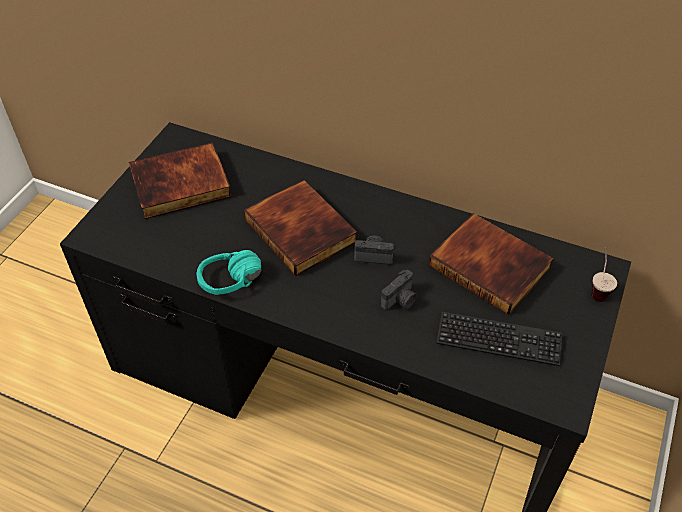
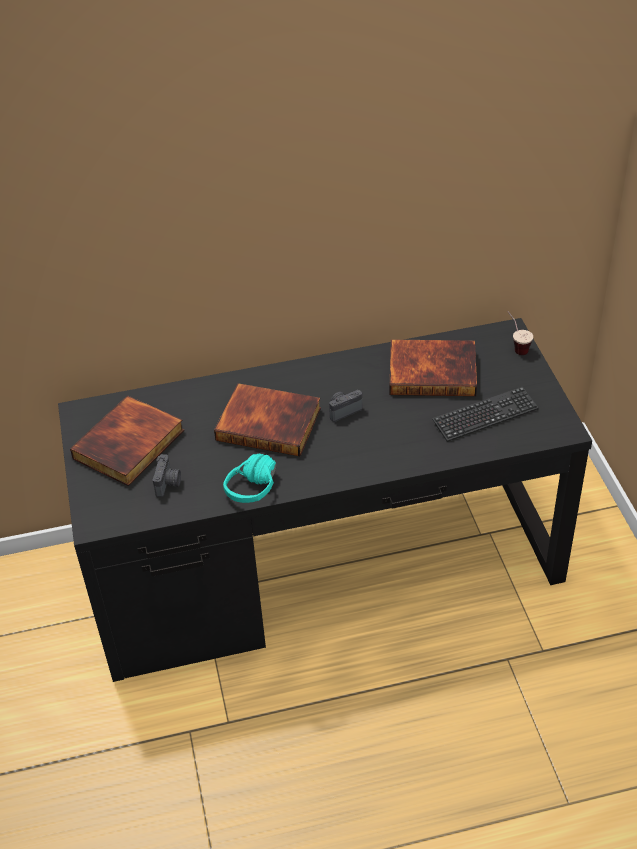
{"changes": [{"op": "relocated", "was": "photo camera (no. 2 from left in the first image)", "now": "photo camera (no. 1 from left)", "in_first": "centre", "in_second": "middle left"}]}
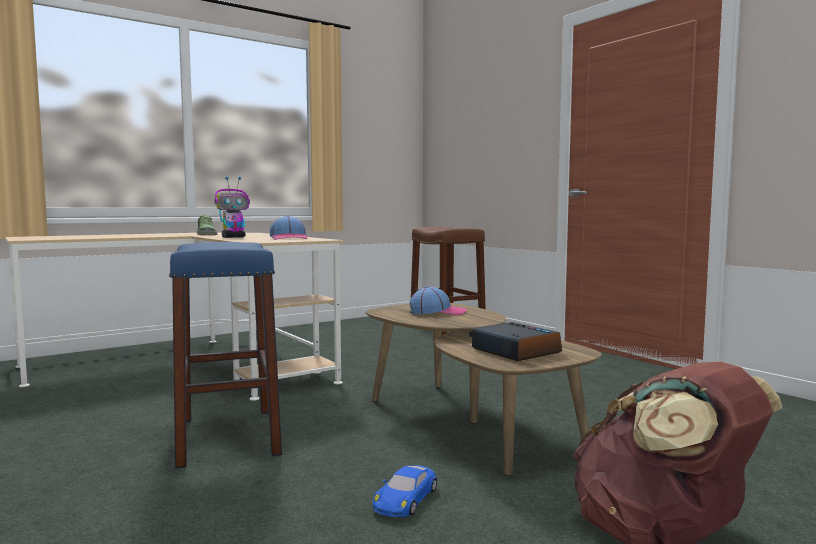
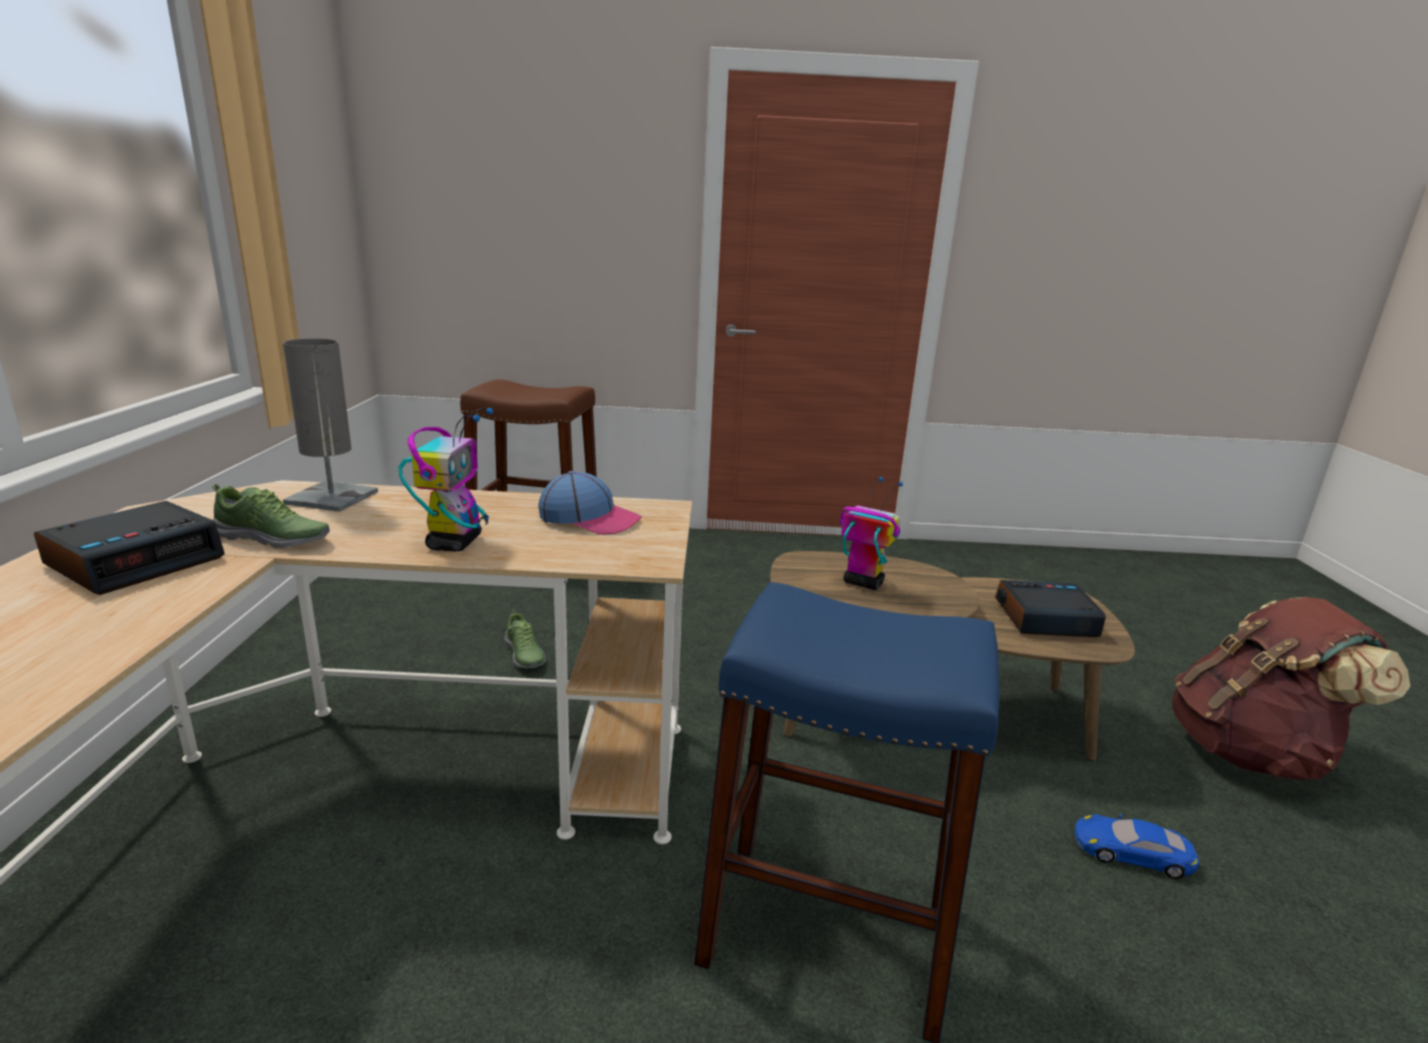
{"changes": [{"op": "spun", "was": "bluish miniature car", "in_first": "bottom centre", "in_second": "bottom right", "clockwise": 135}, {"op": "exchanged", "was": "baseball cap (no. 2 from left)", "now": "toy robot (no. 2 from left)", "in_first": "centre", "in_second": "centre"}, {"op": "appeared", "now": "bedside clock (no. 1 from left)", "in_second": "middle left"}, {"op": "appeared", "now": "greyish lamp for a table", "in_second": "middle left"}, {"op": "appeared", "now": "item of footwear (no. 2 from left)", "in_second": "centre"}]}
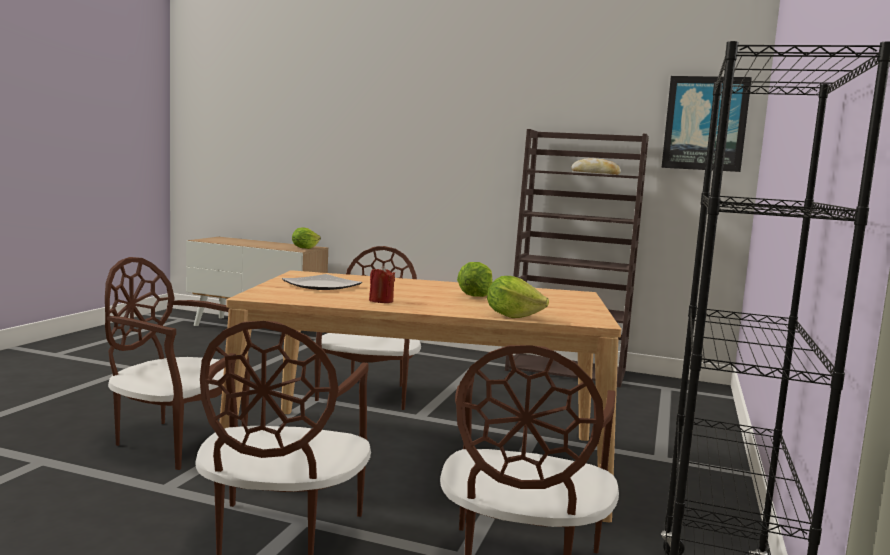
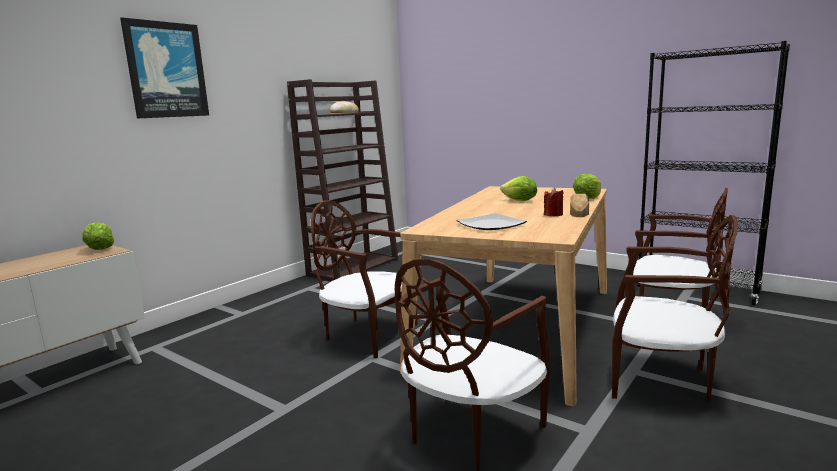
{"changes": [{"op": "relocated", "was": "wall art", "in_first": "top right", "in_second": "top left"}, {"op": "appeared", "now": "baked bread (no. 2 from left)", "in_second": "middle right"}]}
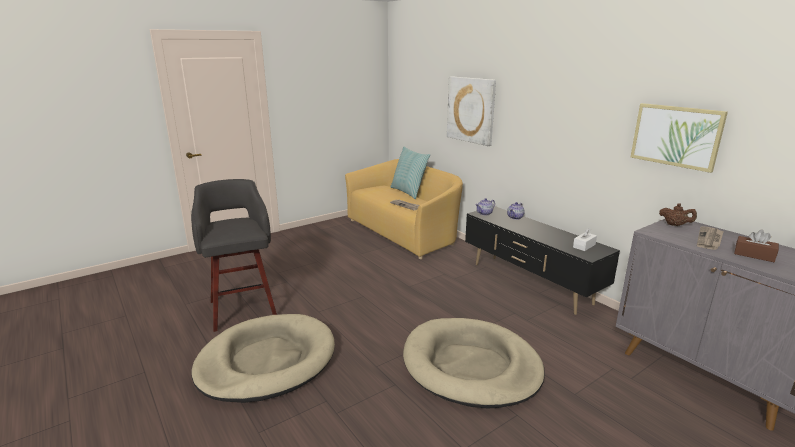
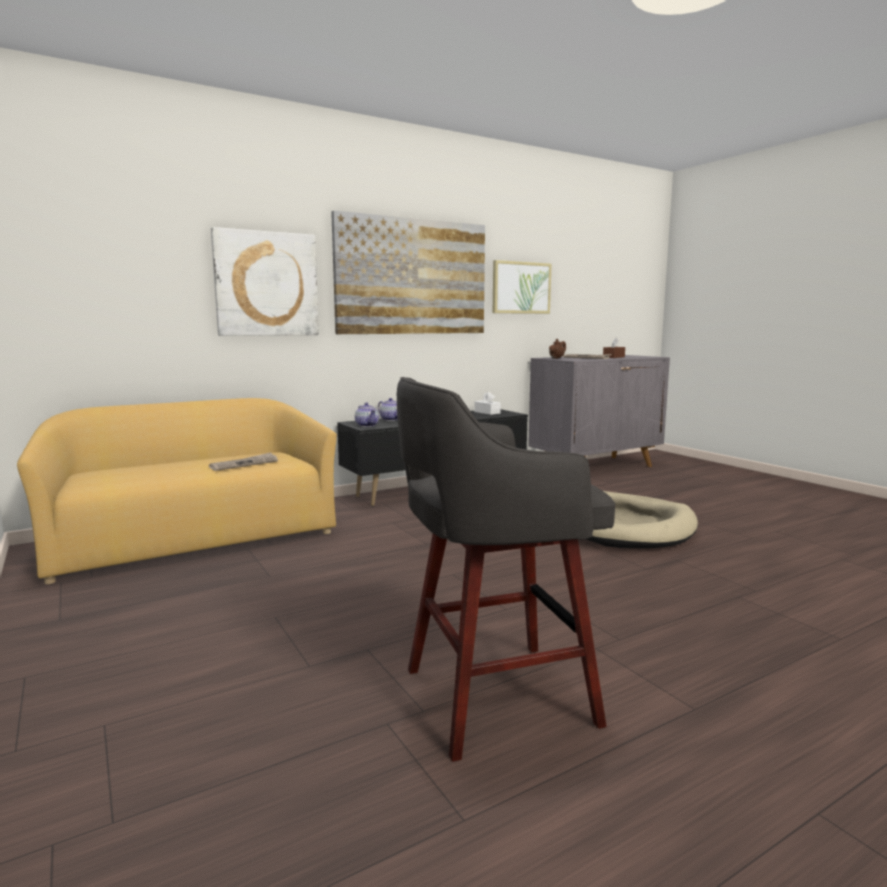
{"changes": [{"op": "missing", "was": "sand-coloured dog bed (no. 1 from left)", "in_first": "bottom left"}, {"op": "missing", "was": "cushion", "in_first": "centre"}, {"op": "appeared", "now": "wall art (no. 2 from left)", "in_second": "top centre"}]}
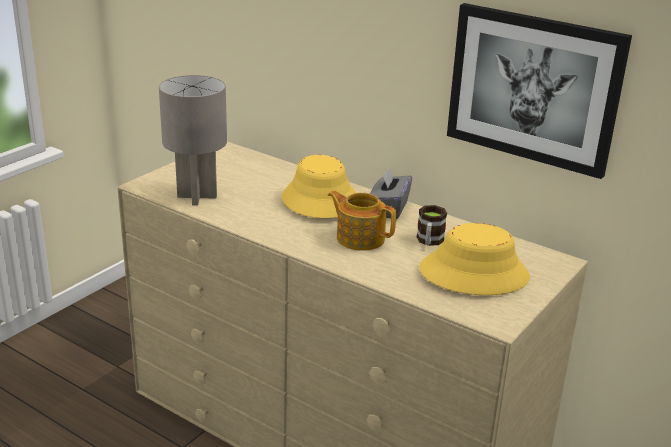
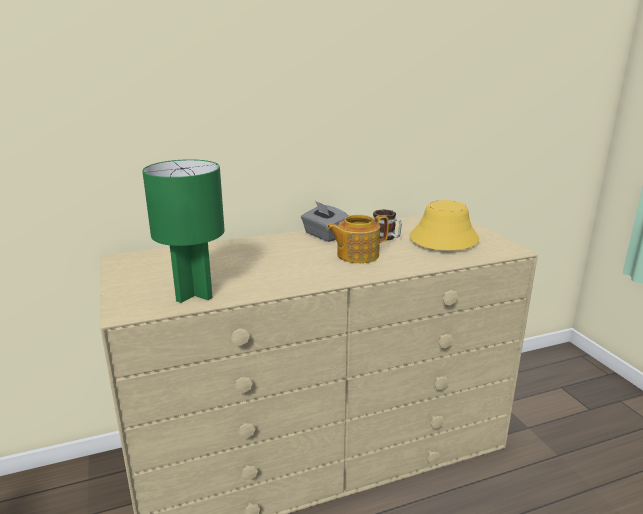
{"changes": [{"op": "colour", "was": "greyish lamp for a table", "now": "green-coloured lamp for a table", "in_first": "top left", "in_second": "middle left"}, {"op": "missing", "was": "yellow-coloured wearable hat (no. 1 from left)", "in_first": "centre"}, {"op": "missing", "was": "wall art", "in_first": "top right"}]}
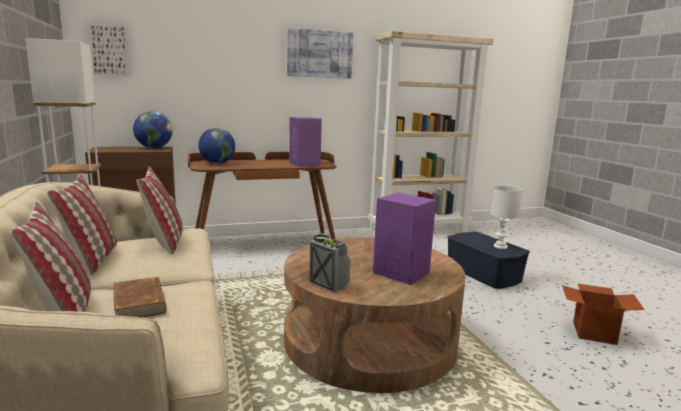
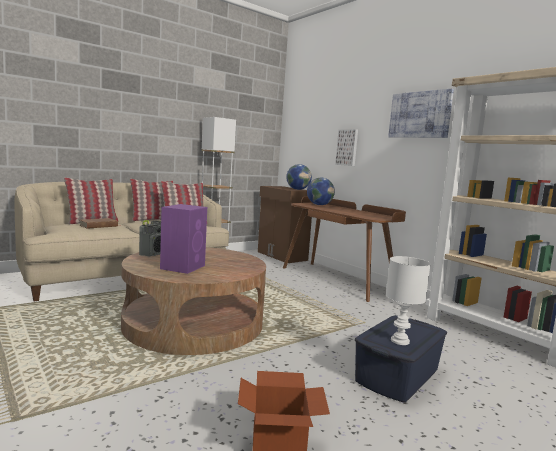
{"changes": [{"op": "relocated", "was": "wall art (no. 1 from left)", "in_first": "top left", "in_second": "top centre"}, {"op": "missing", "was": "purple speaker (no. 1 from left)", "in_first": "centre"}]}
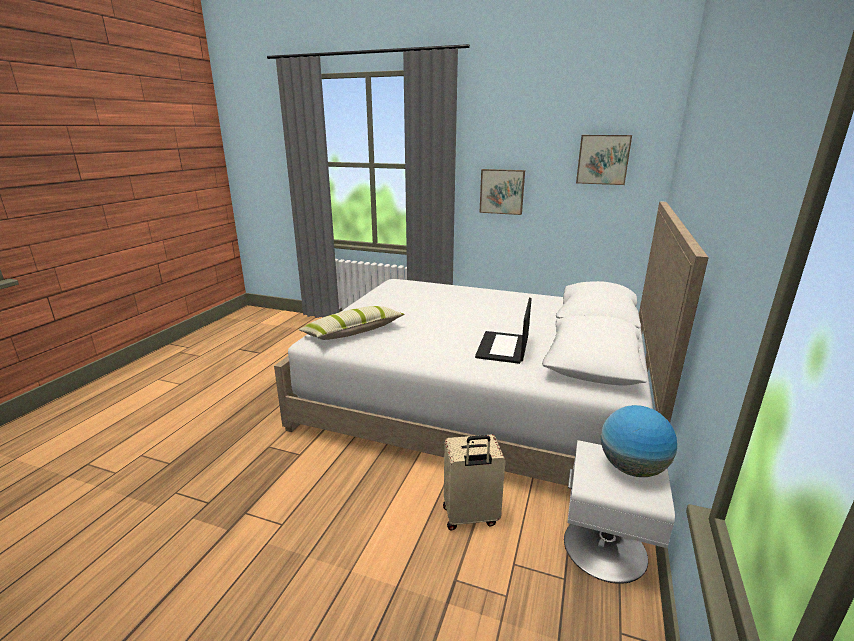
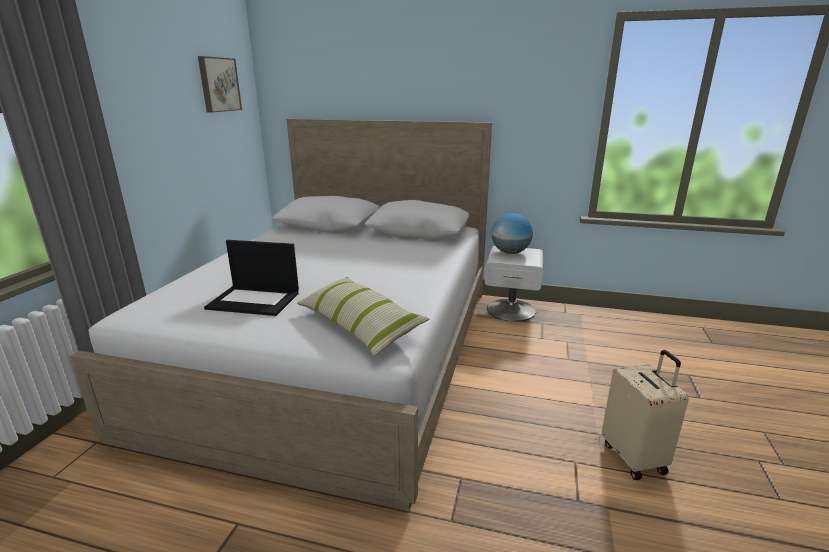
{"changes": [{"op": "relocated", "was": "sand-coloured suitcase", "in_first": "bottom centre", "in_second": "bottom right"}, {"op": "relocated", "was": "notebook computer", "in_first": "centre", "in_second": "middle left"}, {"op": "missing", "was": "wall art (no. 1 from left)", "in_first": "top centre"}]}
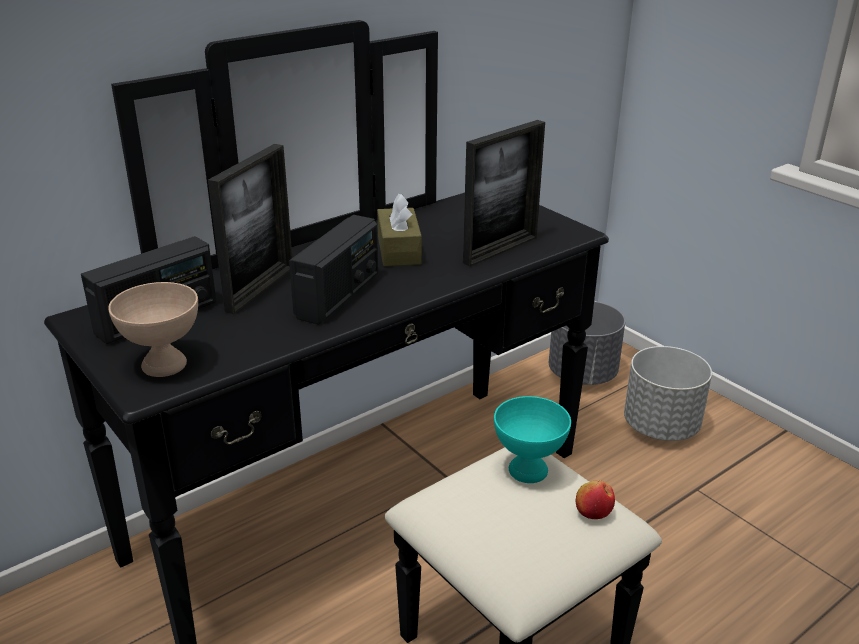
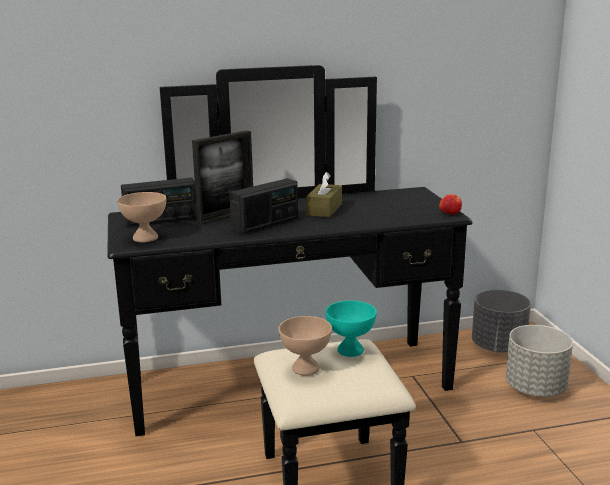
{"changes": [{"op": "missing", "was": "standing frame (no. 2 from left)", "in_first": "top centre"}, {"op": "relocated", "was": "apple fruit", "in_first": "bottom right", "in_second": "middle right"}, {"op": "appeared", "now": "sand-coloured bowl (no. 2 from left)", "in_second": "bottom centre"}]}
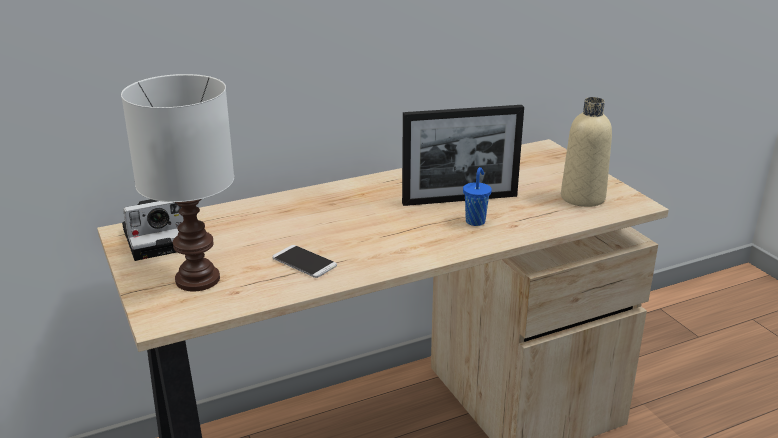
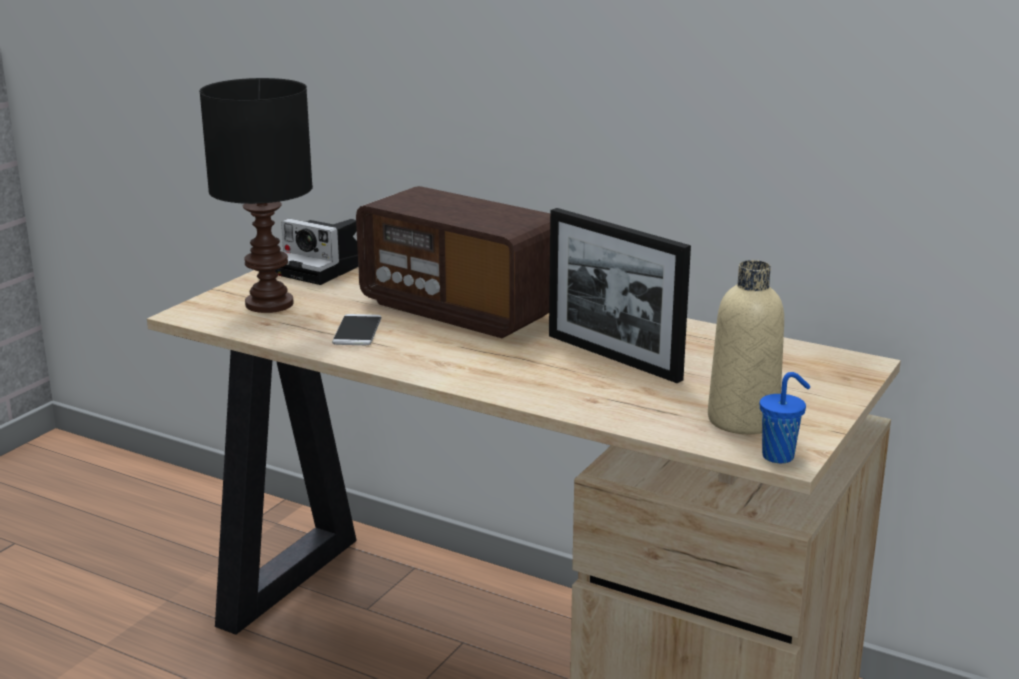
{"changes": [{"op": "colour", "was": "whitish lamp for a table", "now": "blackish lamp for a table", "in_first": "middle left", "in_second": "top left"}, {"op": "relocated", "was": "bluish cup", "in_first": "centre", "in_second": "middle right"}, {"op": "appeared", "now": "radio set", "in_second": "centre"}]}
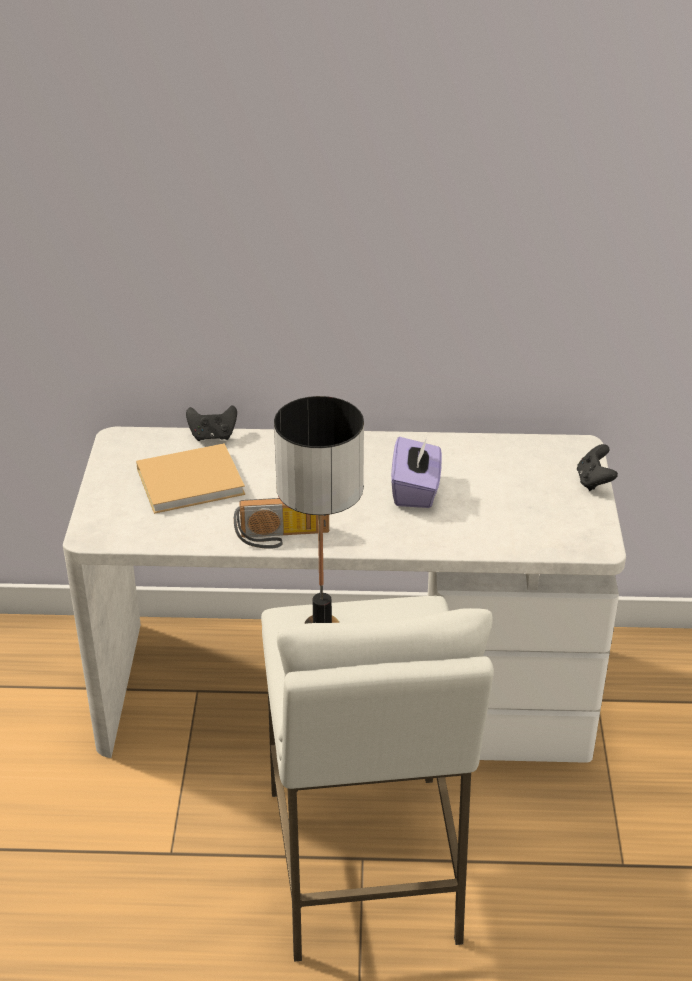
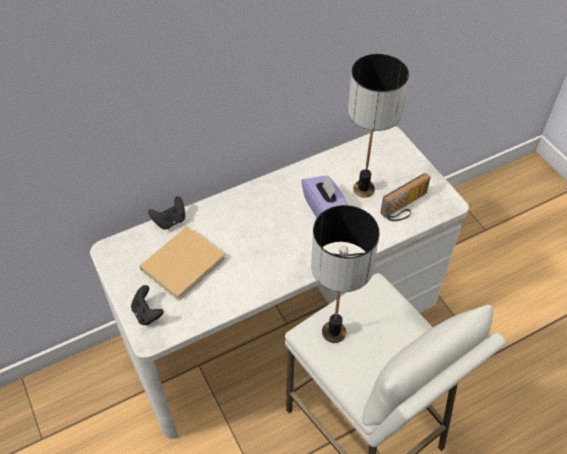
{"changes": [{"op": "relocated", "was": "radio set", "in_first": "centre", "in_second": "middle right"}, {"op": "relocated", "was": "blackish joypad (no. 2 from left in the first image)", "now": "blackish joypad (no. 1 from left)", "in_first": "middle right", "in_second": "bottom left"}, {"op": "appeared", "now": "lamp for a table (no. 2 from left)", "in_second": "top right"}]}
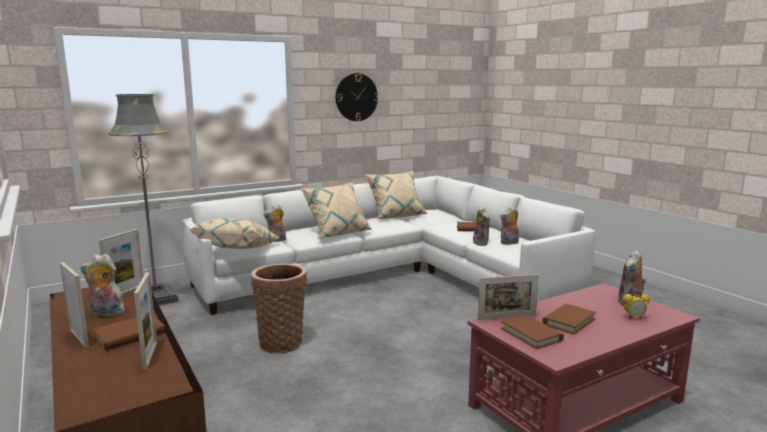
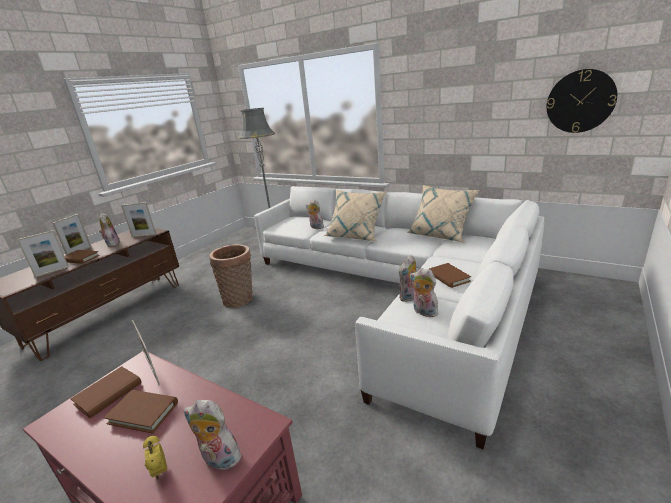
{"changes": [{"op": "missing", "was": "sand-coloured cushion (no. 1 from left)", "in_first": "middle left"}, {"op": "relocated", "was": "hanging clock", "in_first": "top centre", "in_second": "top right"}]}
